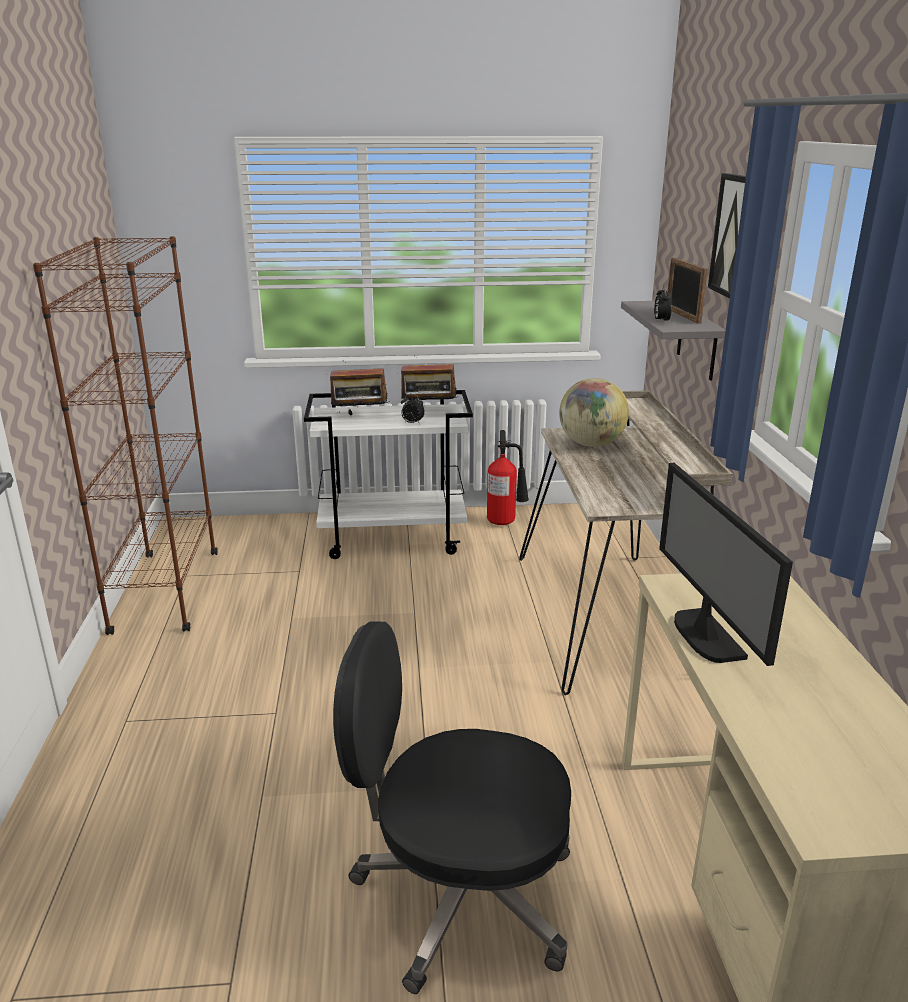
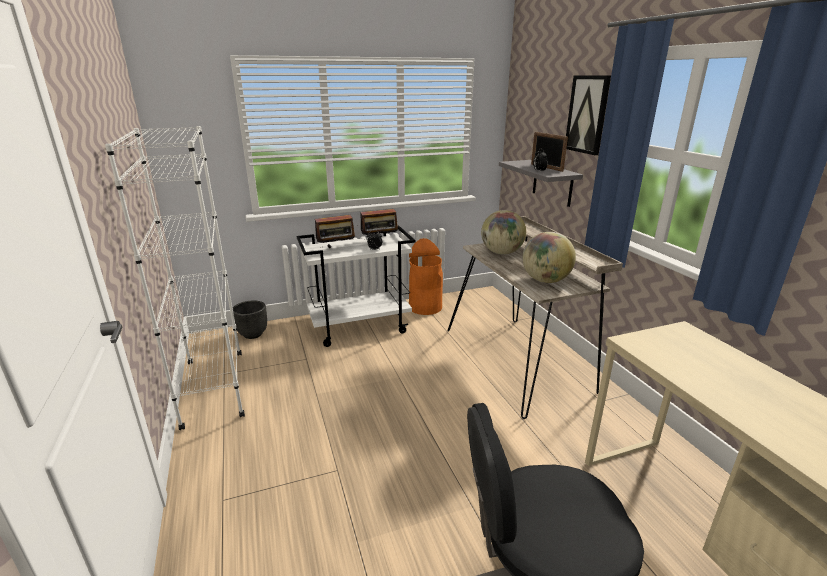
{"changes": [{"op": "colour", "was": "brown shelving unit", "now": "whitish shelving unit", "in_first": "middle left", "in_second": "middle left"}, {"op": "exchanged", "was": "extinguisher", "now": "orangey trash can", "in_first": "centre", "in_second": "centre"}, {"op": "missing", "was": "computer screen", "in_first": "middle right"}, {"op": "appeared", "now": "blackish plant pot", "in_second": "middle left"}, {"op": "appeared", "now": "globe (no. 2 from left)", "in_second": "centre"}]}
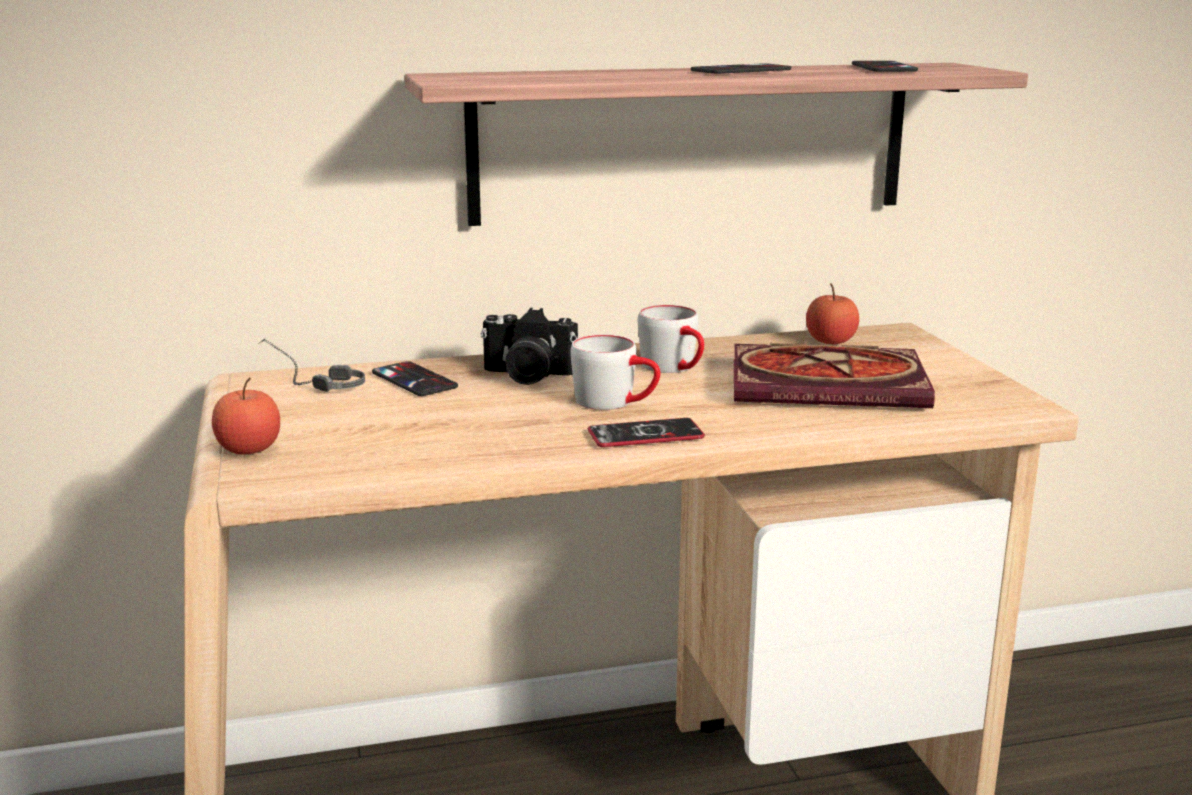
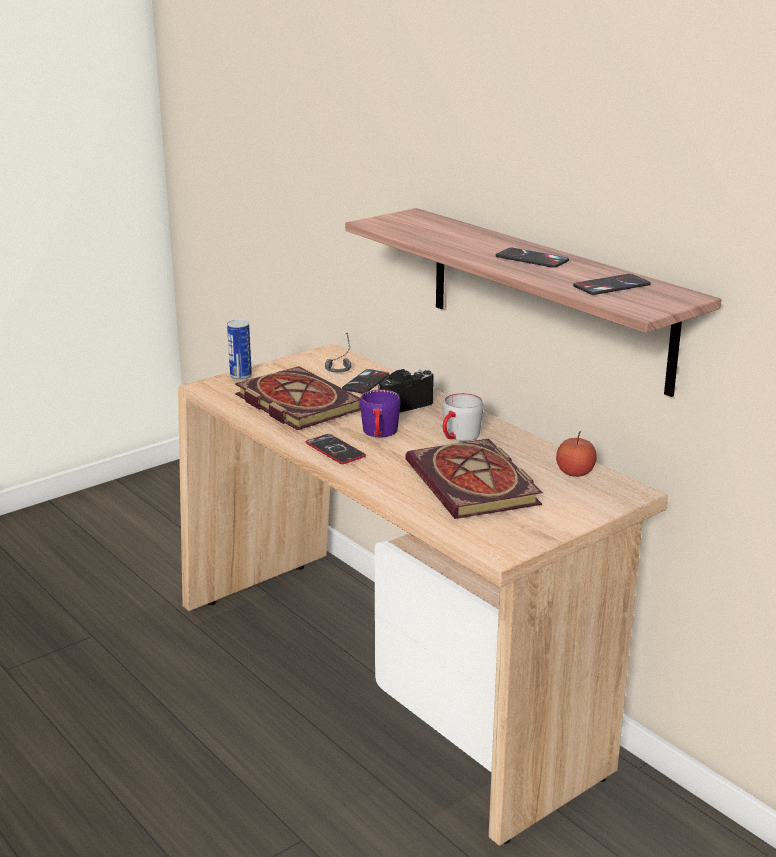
{"changes": [{"op": "exchanged", "was": "apple fruit (no. 1 from left)", "now": "metal can", "in_first": "middle left", "in_second": "middle left"}, {"op": "spun", "was": "photo camera", "in_first": "centre", "in_second": "centre", "clockwise": 75}, {"op": "colour", "was": "greyish coffee mug (no. 1 from left)", "now": "purple coffee mug", "in_first": "centre", "in_second": "centre"}, {"op": "appeared", "now": "book (no. 1 from left)", "in_second": "centre"}]}
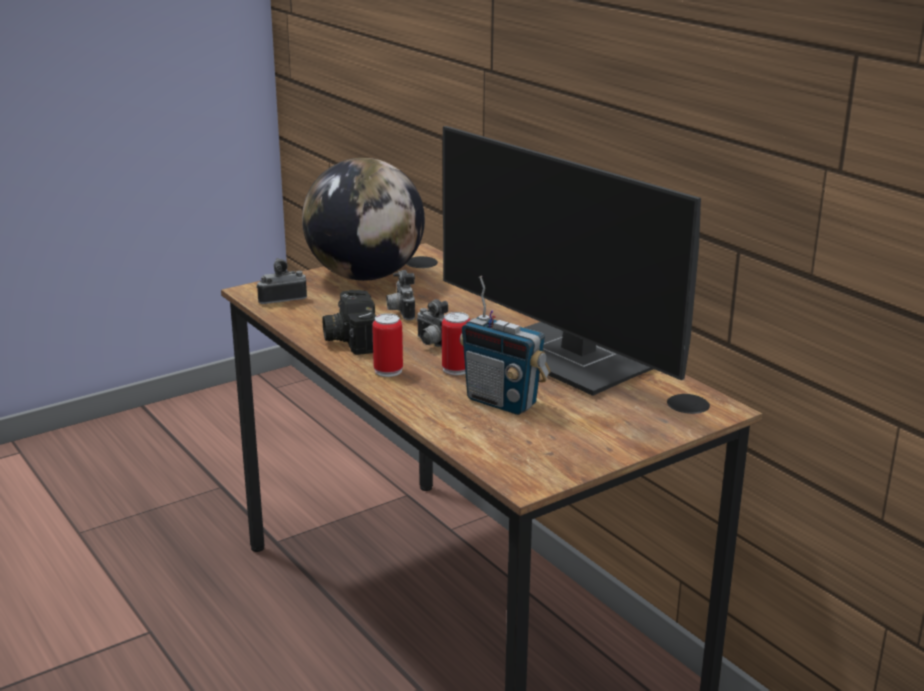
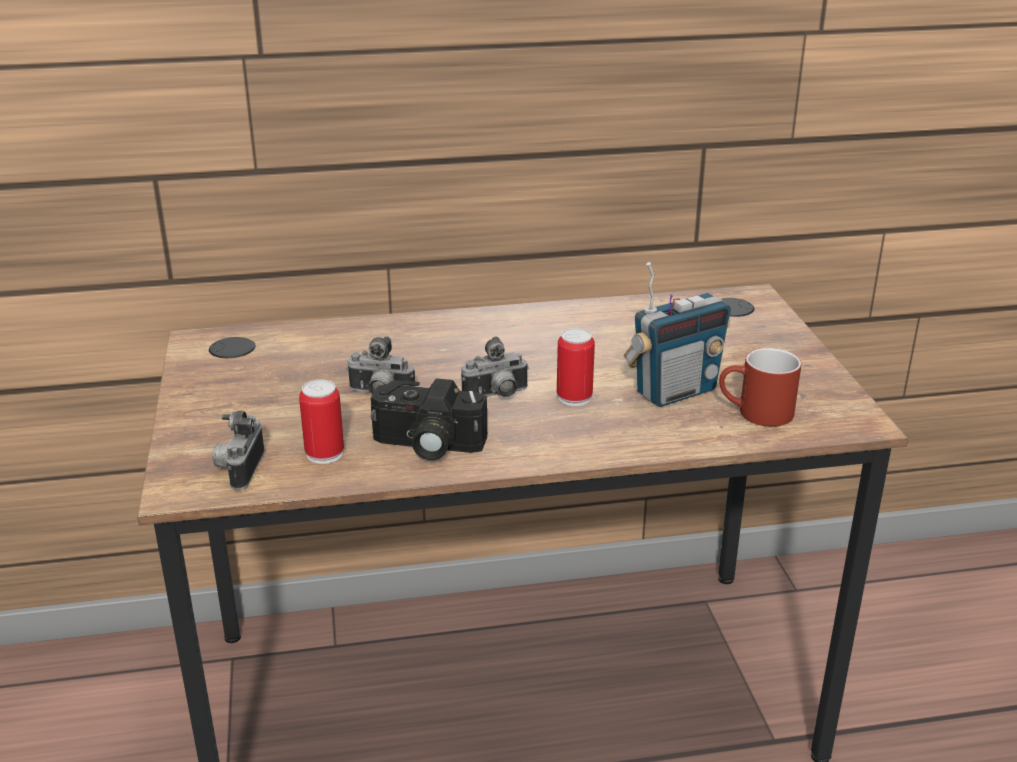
{"changes": [{"op": "missing", "was": "globe", "in_first": "top centre"}, {"op": "relocated", "was": "metal can (no. 1 from left)", "in_first": "centre", "in_second": "middle left"}, {"op": "missing", "was": "computer screen", "in_first": "centre"}, {"op": "appeared", "now": "reddish coffee mug", "in_second": "middle right"}]}
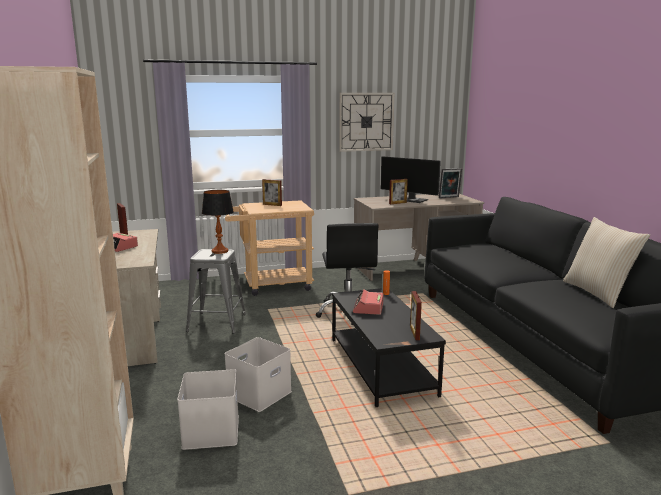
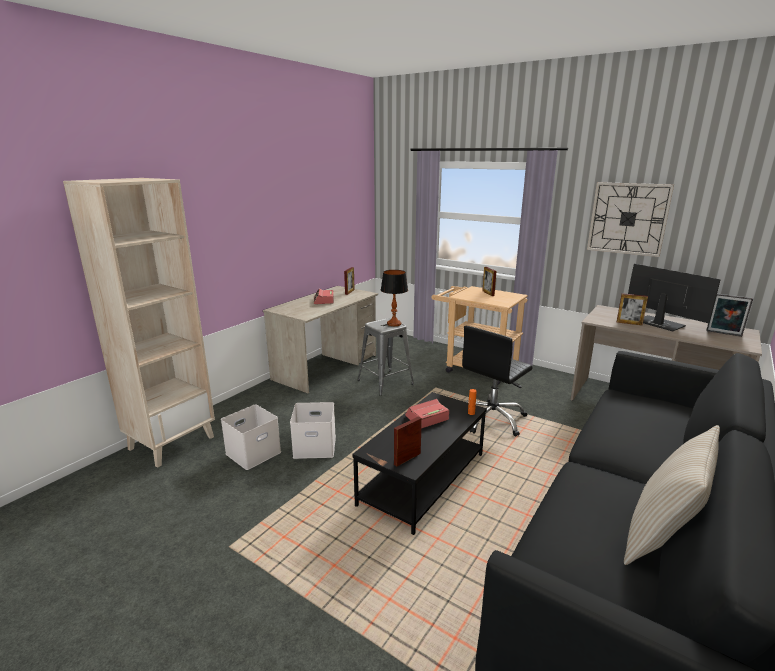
{"changes": [{"op": "spun", "was": "computer screen", "in_first": "centre", "in_second": "middle right", "clockwise": 150}]}
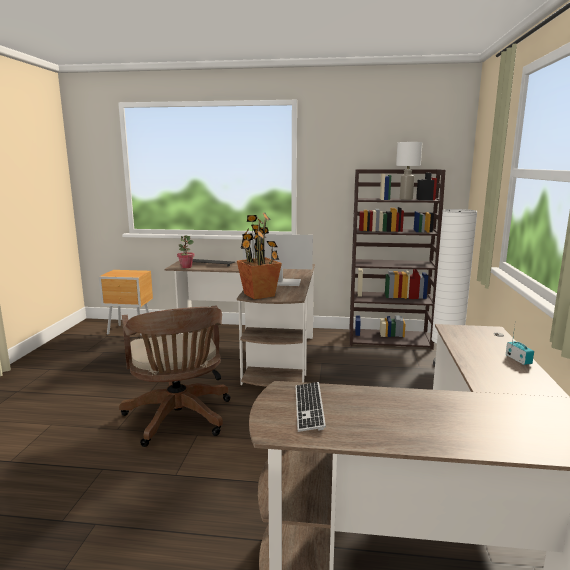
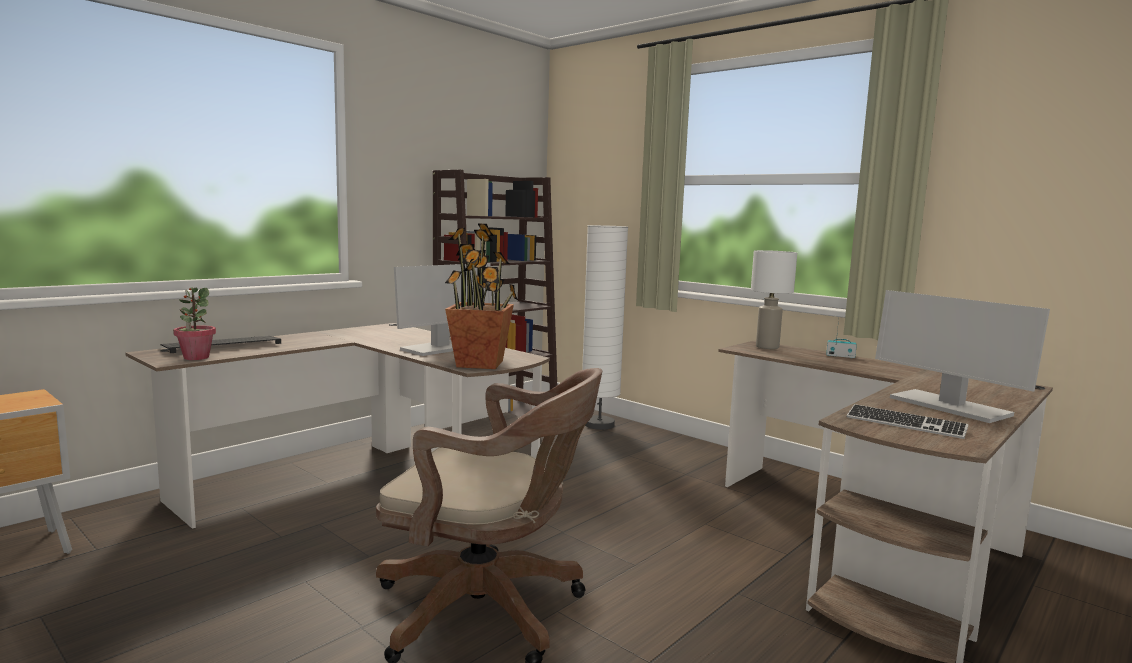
{"changes": [{"op": "relocated", "was": "whitish lamp for a table", "in_first": "top right", "in_second": "middle right"}, {"op": "appeared", "now": "computer screen (no. 2 from left)", "in_second": "middle right"}]}
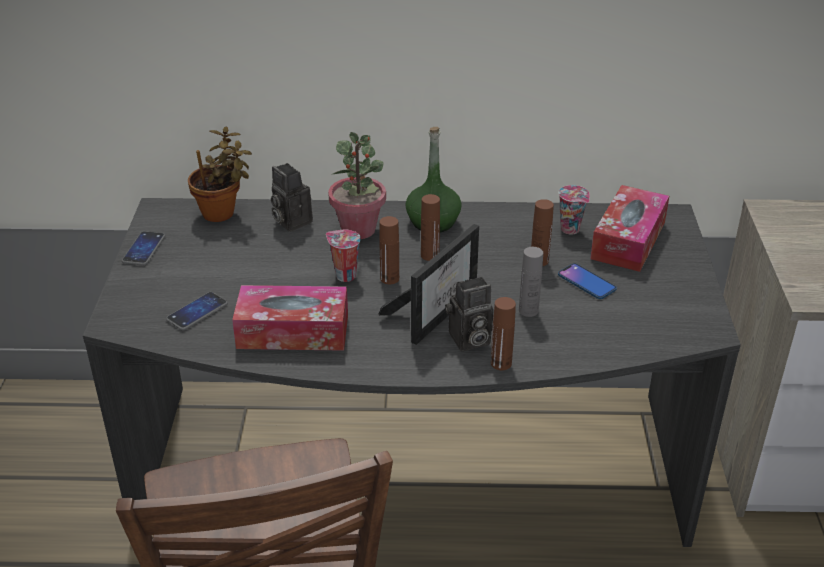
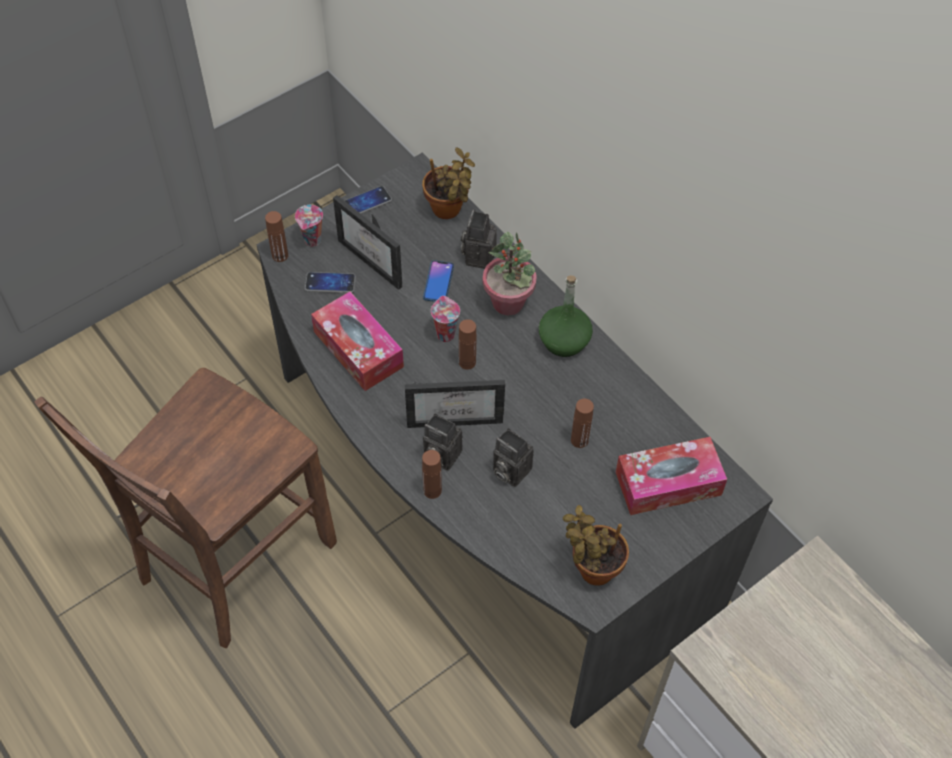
{"changes": [{"op": "relocated", "was": "brown drink bottle (no. 2 from left in the first image)", "now": "brown drink bottle (no. 1 from left)", "in_first": "centre", "in_second": "top left"}, {"op": "exchanged", "was": "greyish drink bottle", "now": "photo camera (no. 3 from left)", "in_first": "centre", "in_second": "centre"}, {"op": "relocated", "was": "cup (no. 2 from left in the first image)", "now": "cup (no. 1 from left)", "in_first": "middle right", "in_second": "top left"}, {"op": "relocated", "was": "telephone (no. 3 from left)", "in_first": "middle right", "in_second": "centre"}, {"op": "appeared", "now": "standing frame (no. 1 from left)", "in_second": "top centre"}, {"op": "appeared", "now": "potted plant (no. 3 from left)", "in_second": "bottom centre"}]}
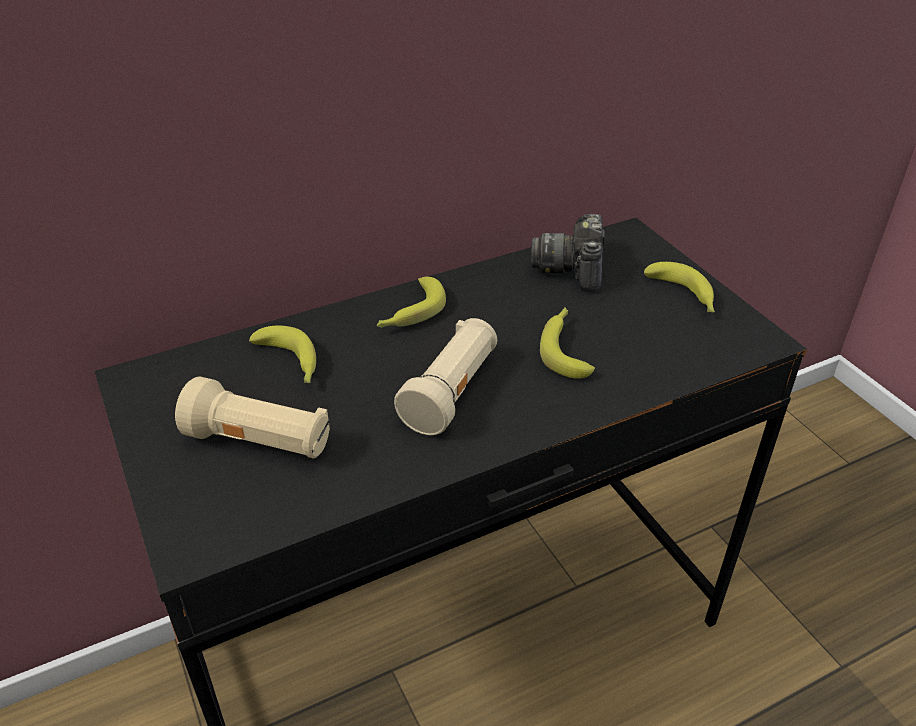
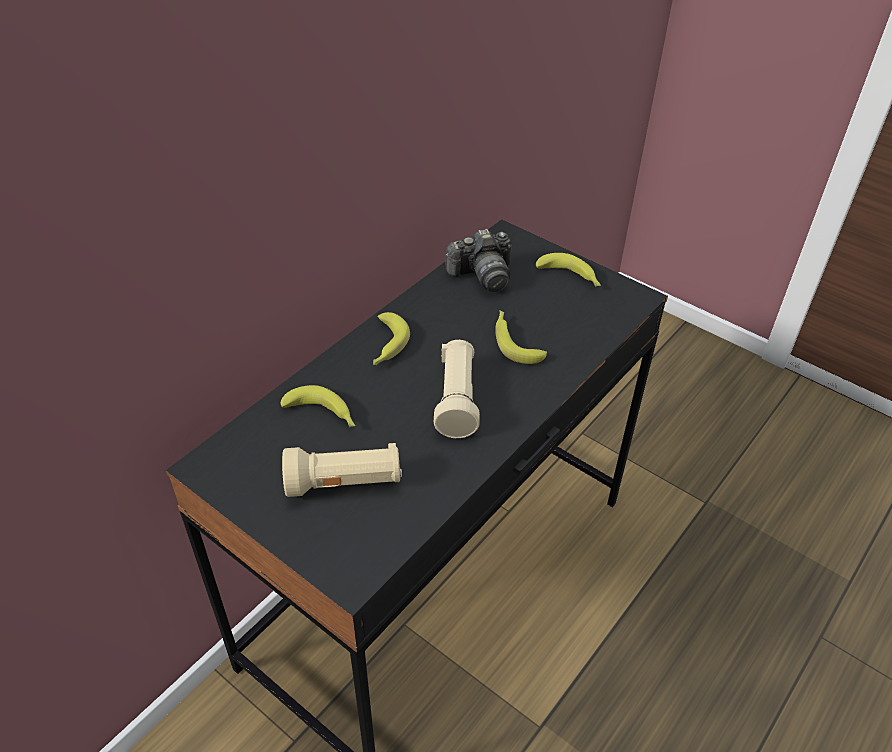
{"changes": [{"op": "spun", "was": "photo camera", "in_first": "centre", "in_second": "centre", "clockwise": -90}]}
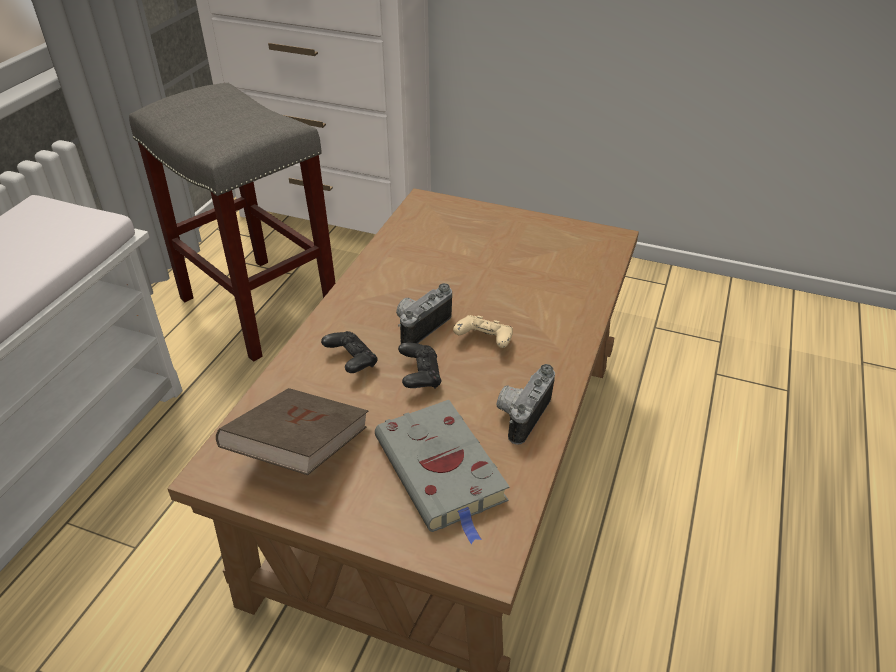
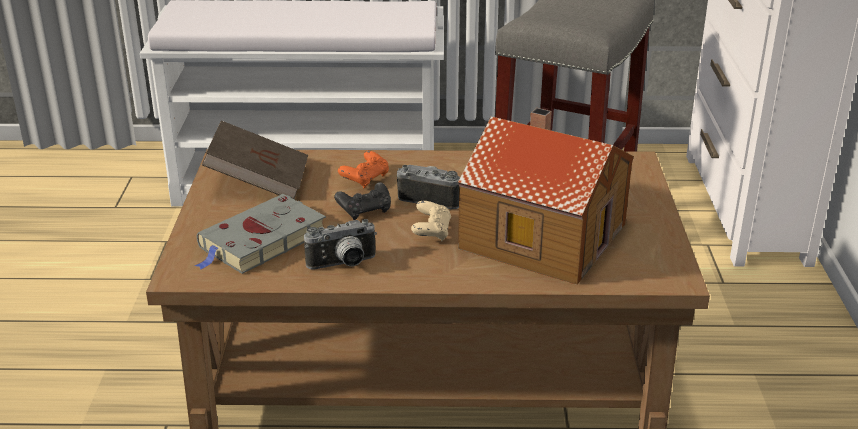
{"changes": [{"op": "colour", "was": "blackish joypad (no. 1 from left)", "now": "orangey joypad", "in_first": "centre", "in_second": "centre"}, {"op": "spun", "was": "photo camera (no. 2 from left in the first image)", "in_first": "centre", "in_second": "centre", "clockwise": 150}, {"op": "appeared", "now": "miniature house", "in_second": "centre"}]}
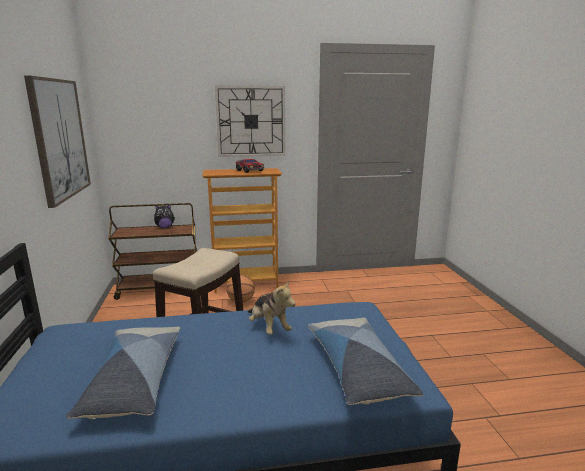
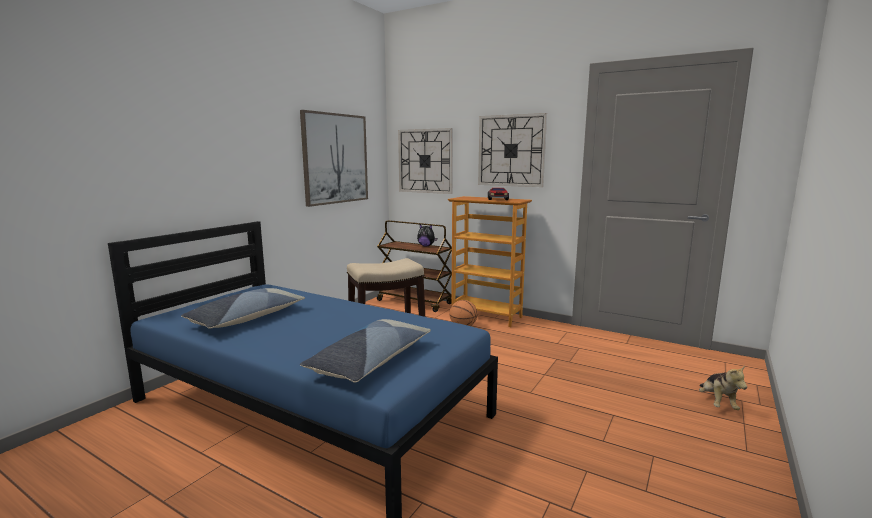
{"changes": [{"op": "relocated", "was": "plush toy (no. 2 from left)", "in_first": "centre", "in_second": "bottom right"}, {"op": "appeared", "now": "hanging clock (no. 1 from left)", "in_second": "top centre"}]}
